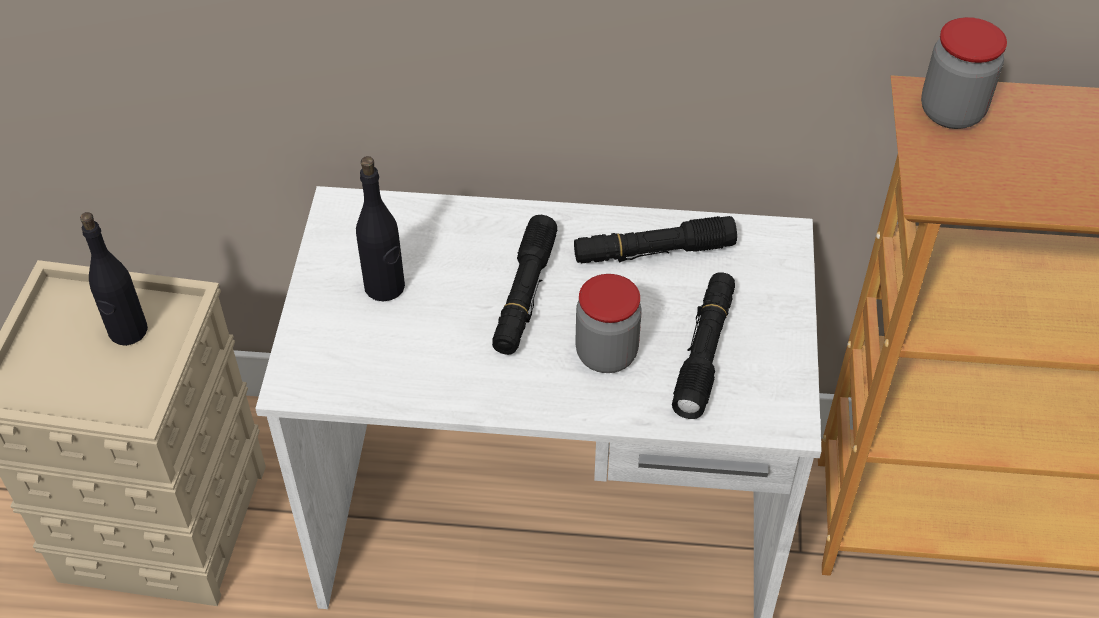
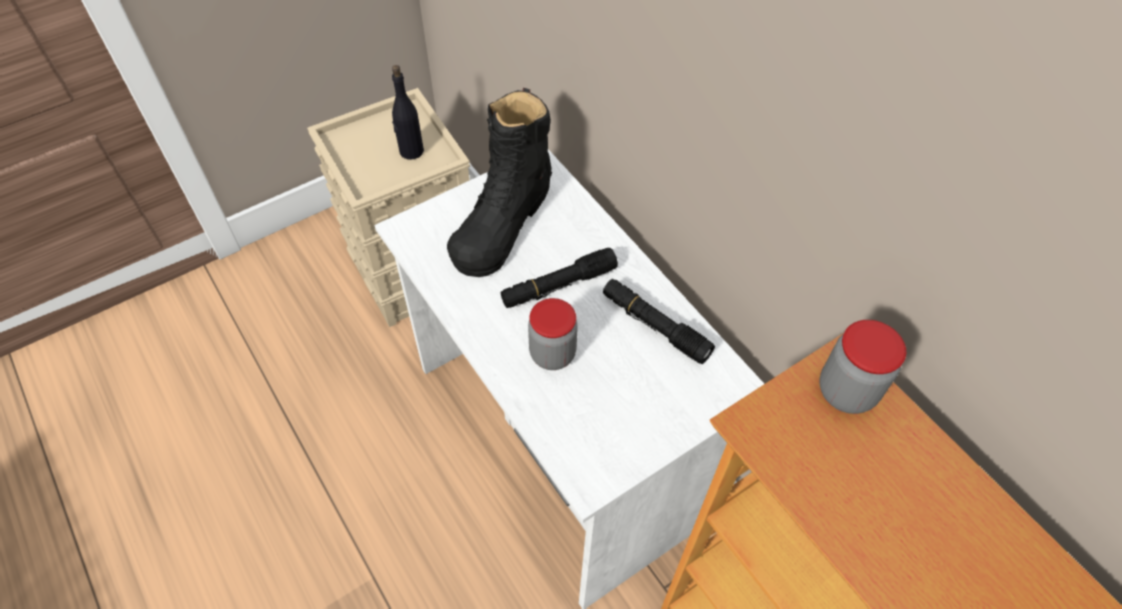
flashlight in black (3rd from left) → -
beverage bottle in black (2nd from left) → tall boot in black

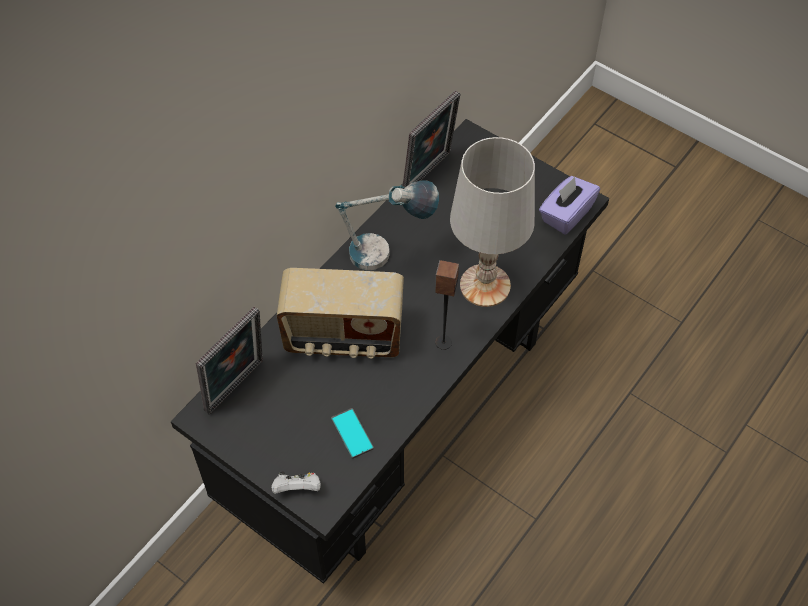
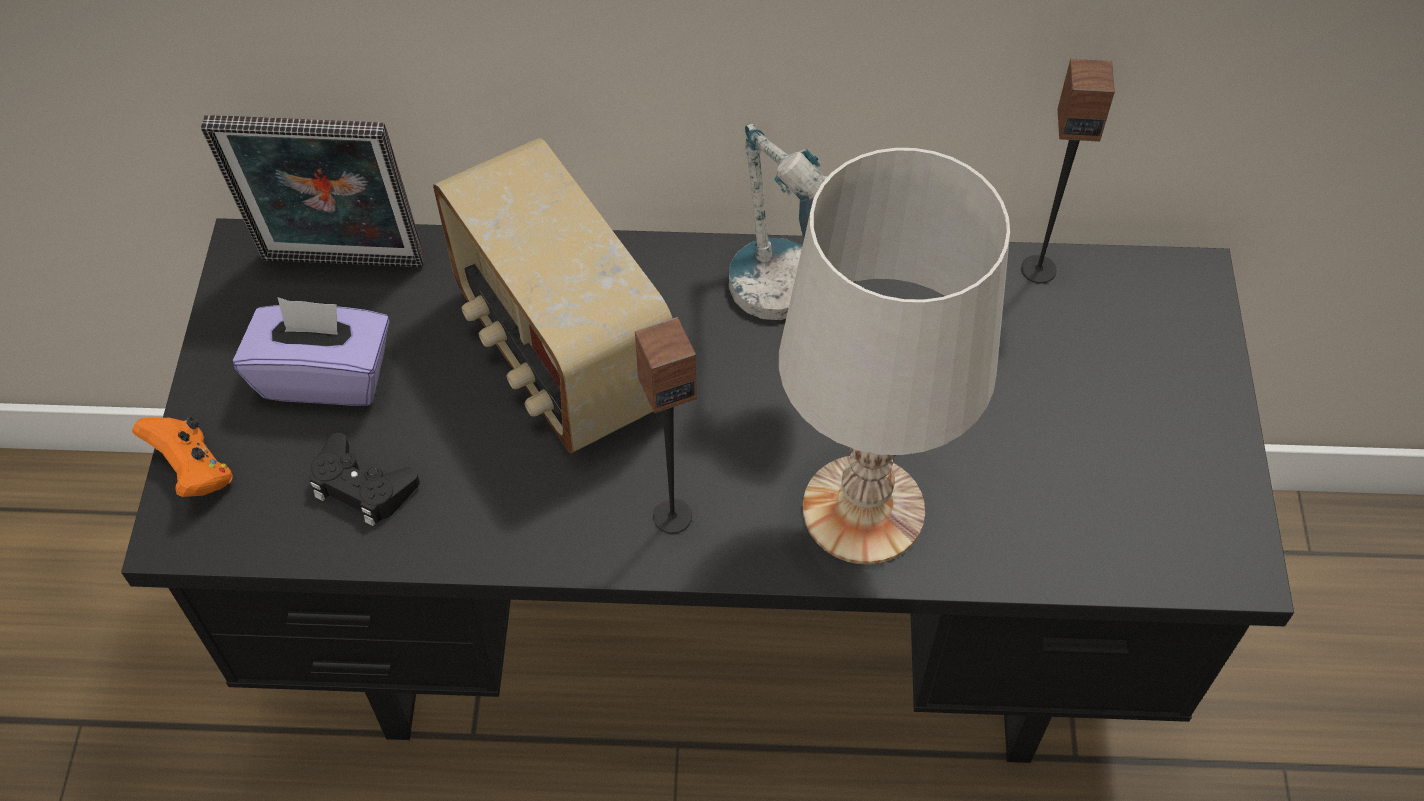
tissue box in purplish, move
phone → gamepad in black
standing frame (2nd from left) → audio speaker (2nd from left)
gamepad in white → gamepad in orange-coloured

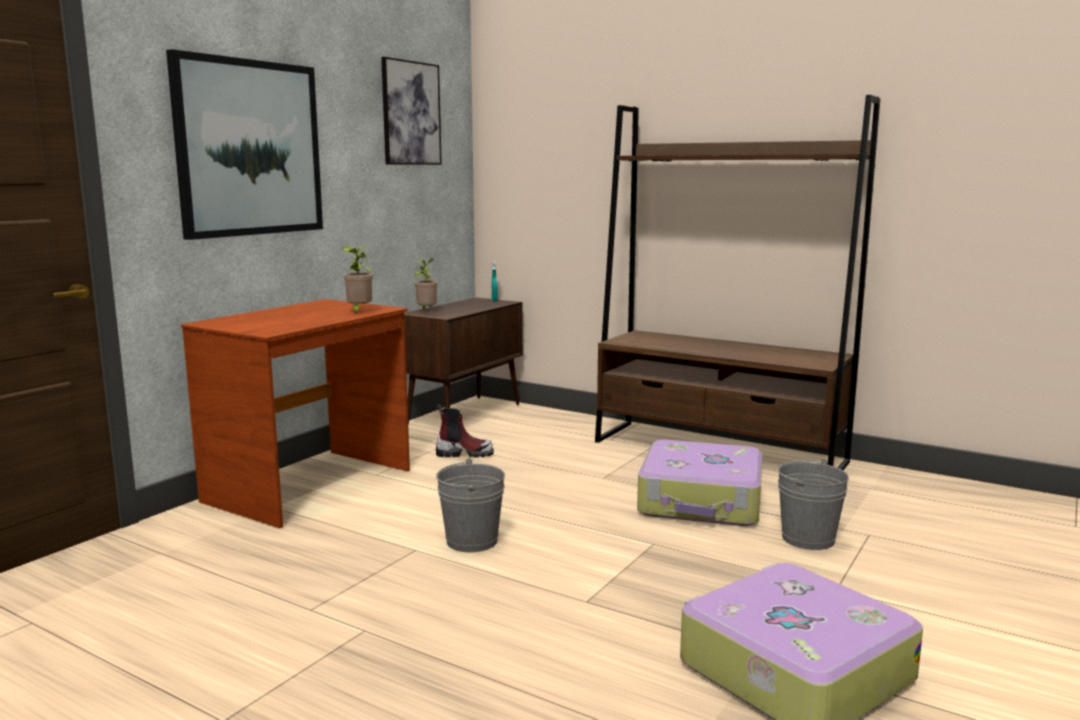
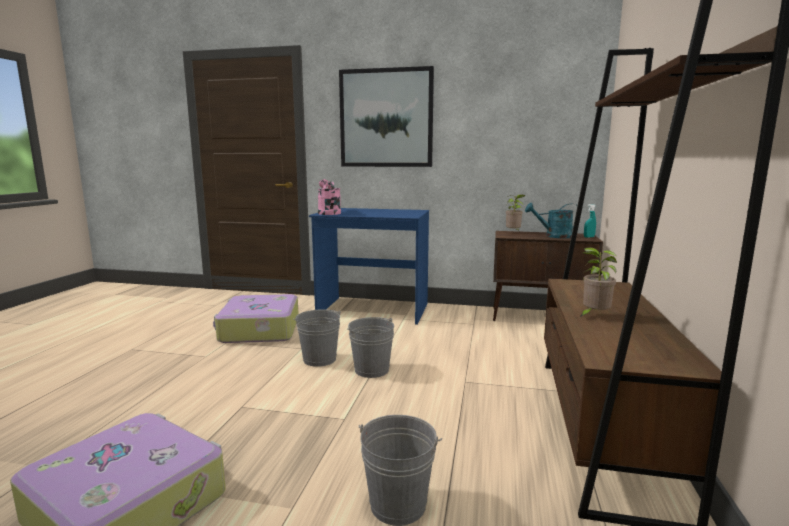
picture (2nd from left) → -
tall boot → -
- → sprinkling can in pink-coloured
- → water bucket in grey (2nd from left)
- → sprinkling can in turquoise-coloured
potted plant (1st from left in the first image) → potted plant (2nd from left), move
piece of luggage (1st from left in the first image) → piece of luggage (2nd from left), move
desk table in brown → desk table in blue-coloured

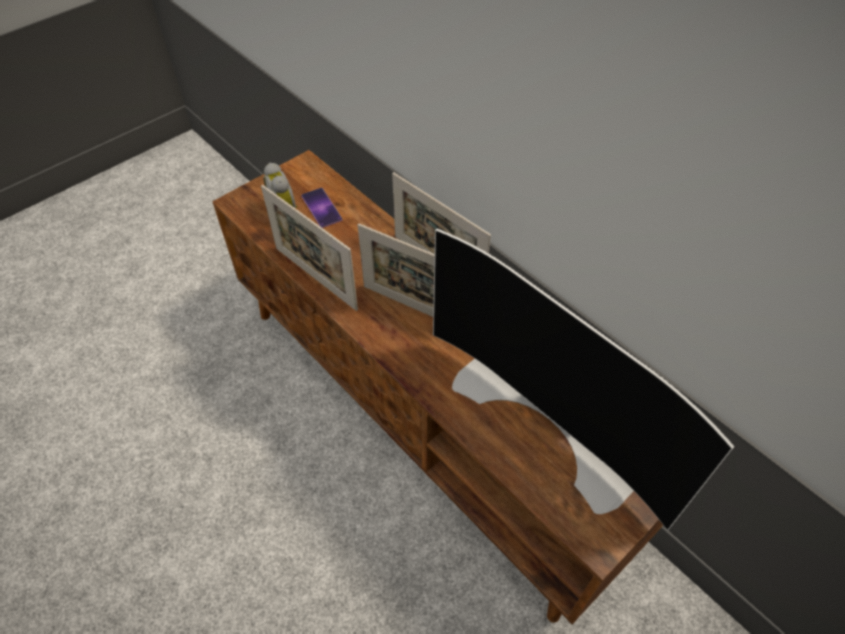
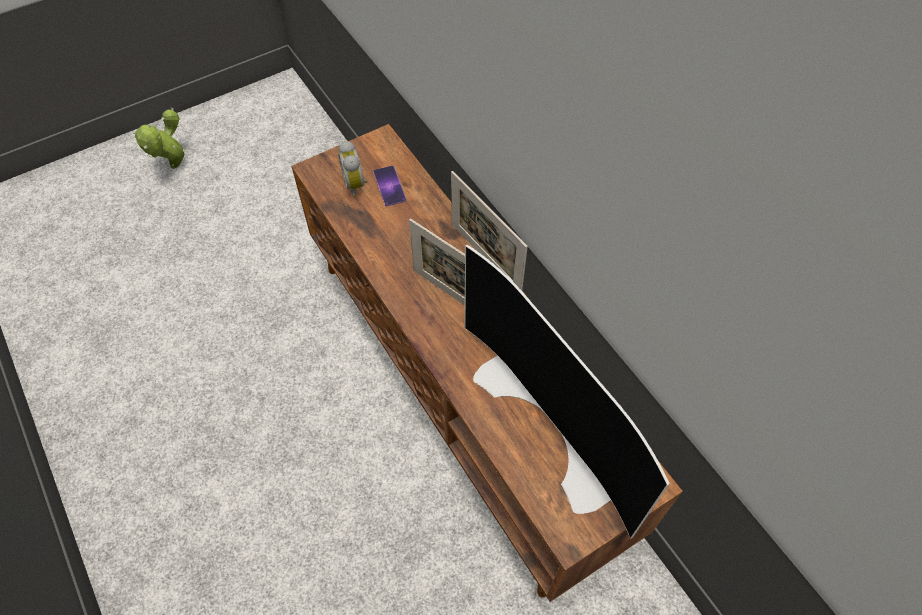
standing frame (1st from left) → -
- → potted plant

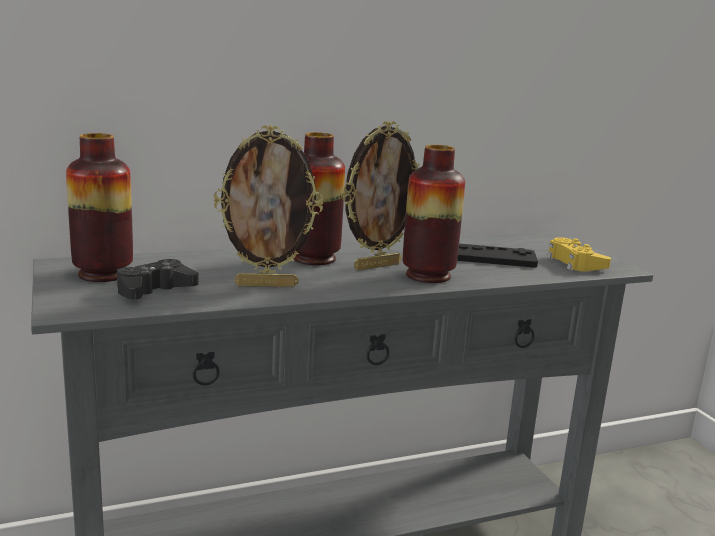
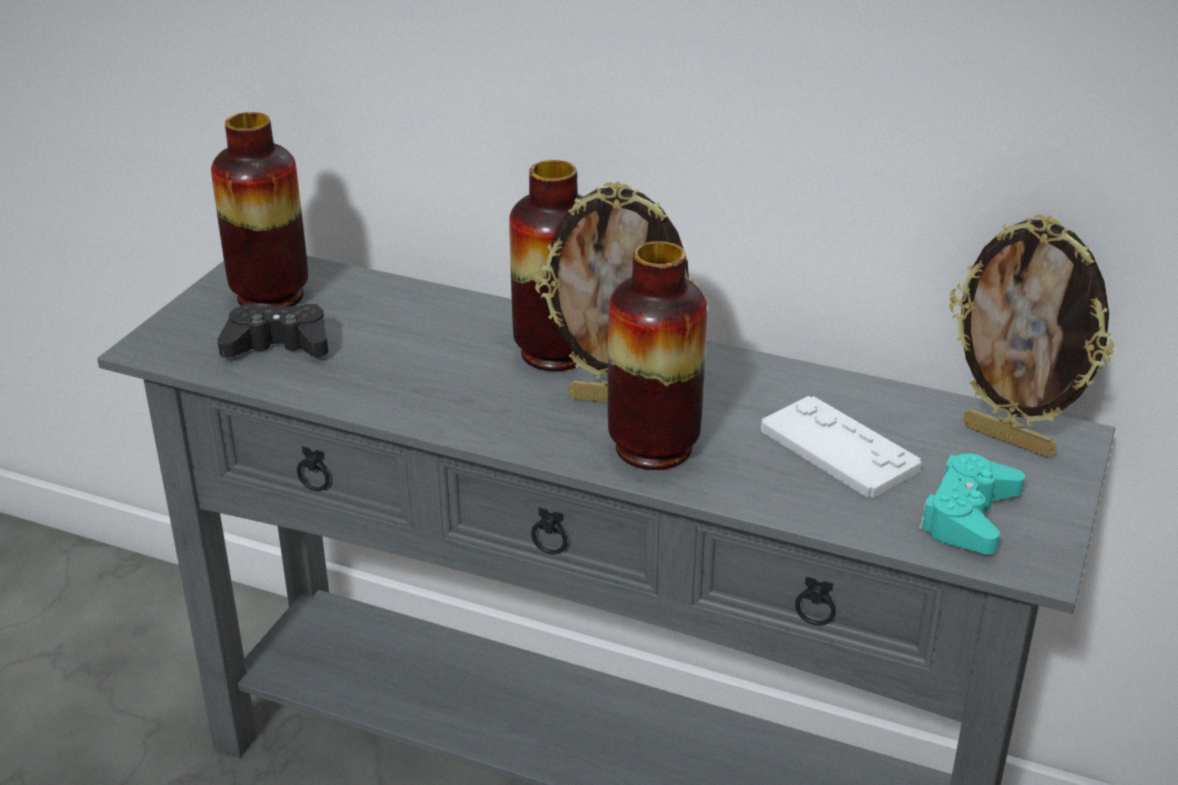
standing frame (1st from left in the first image) → standing frame (2nd from left), move
gamepad in black (2nd from left) → gamepad in white
gamepad in yellow-coloured → gamepad in turquoise-coloured

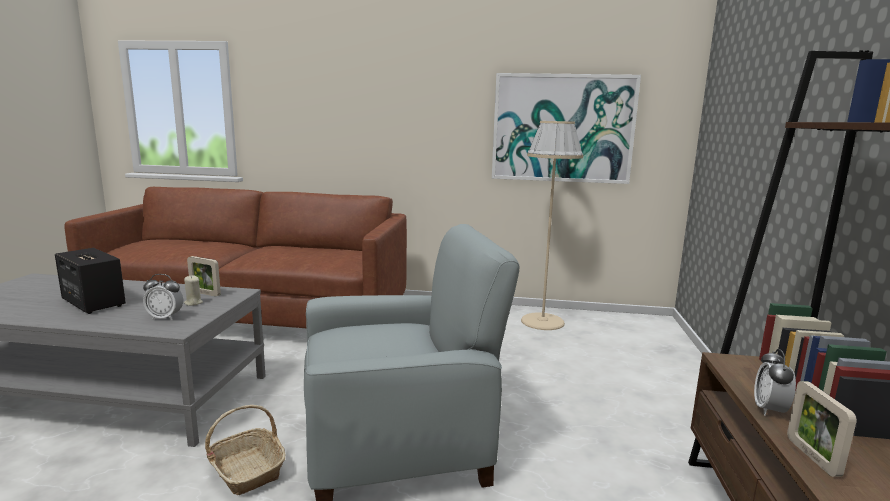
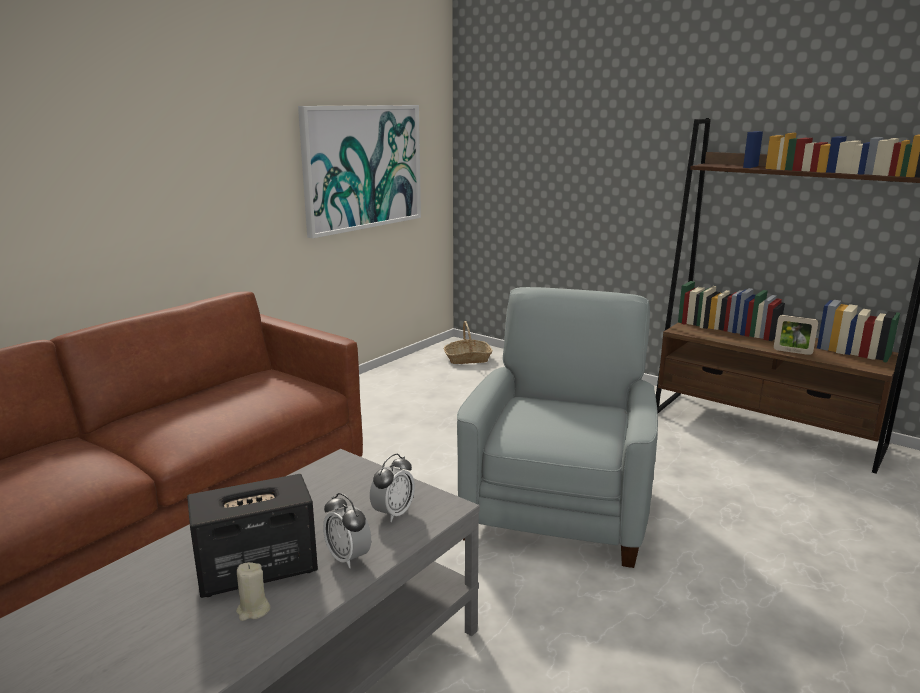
standing frame (1st from left) → -
standing lamp in beige → -
wax candle in beige, move
basket, move
table clock (2nd from left in the first image) → table clock (1st from left), move

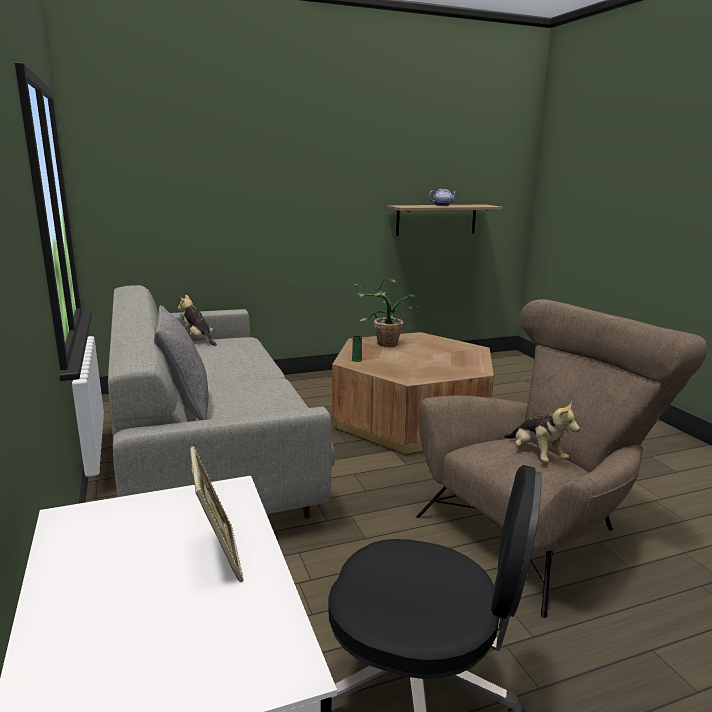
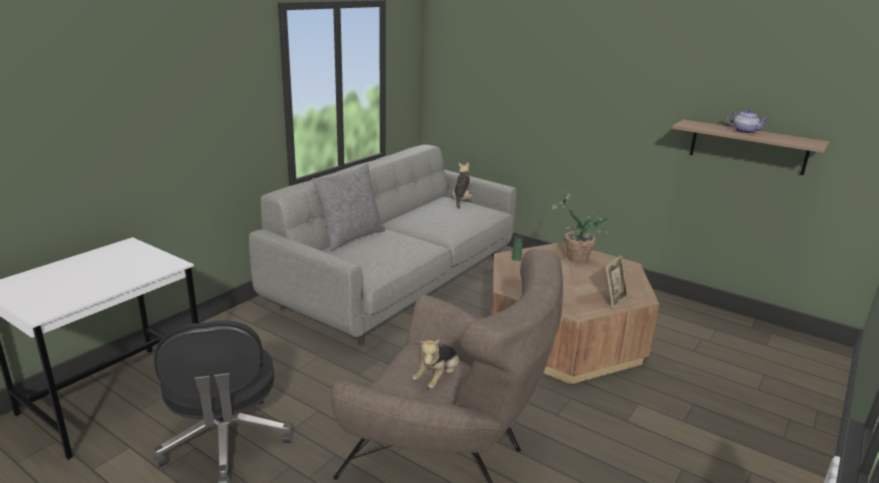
standing frame, move

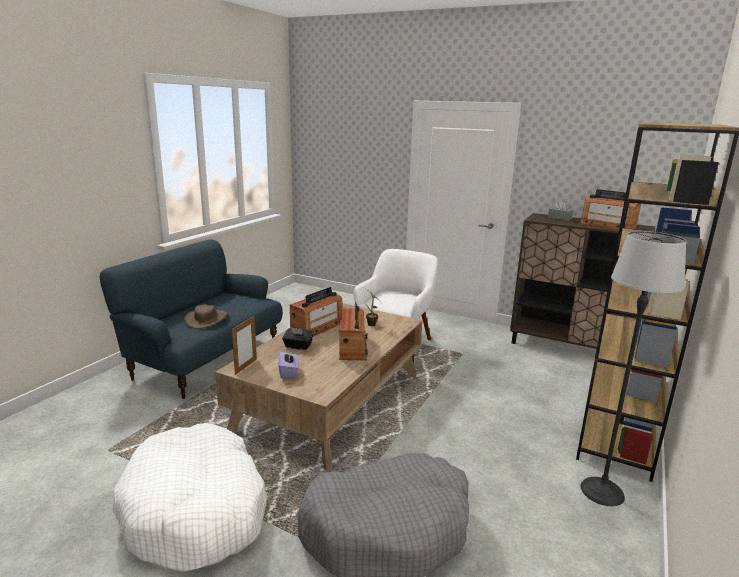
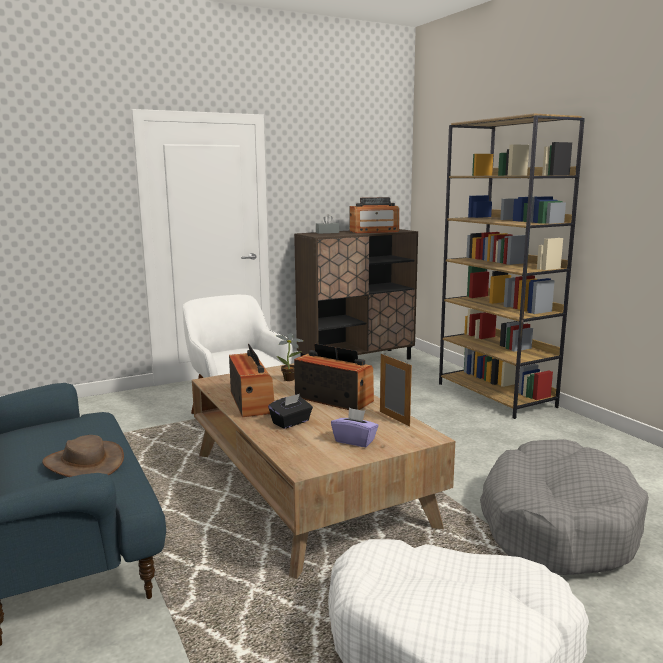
standing lamp → -
standing frame, move

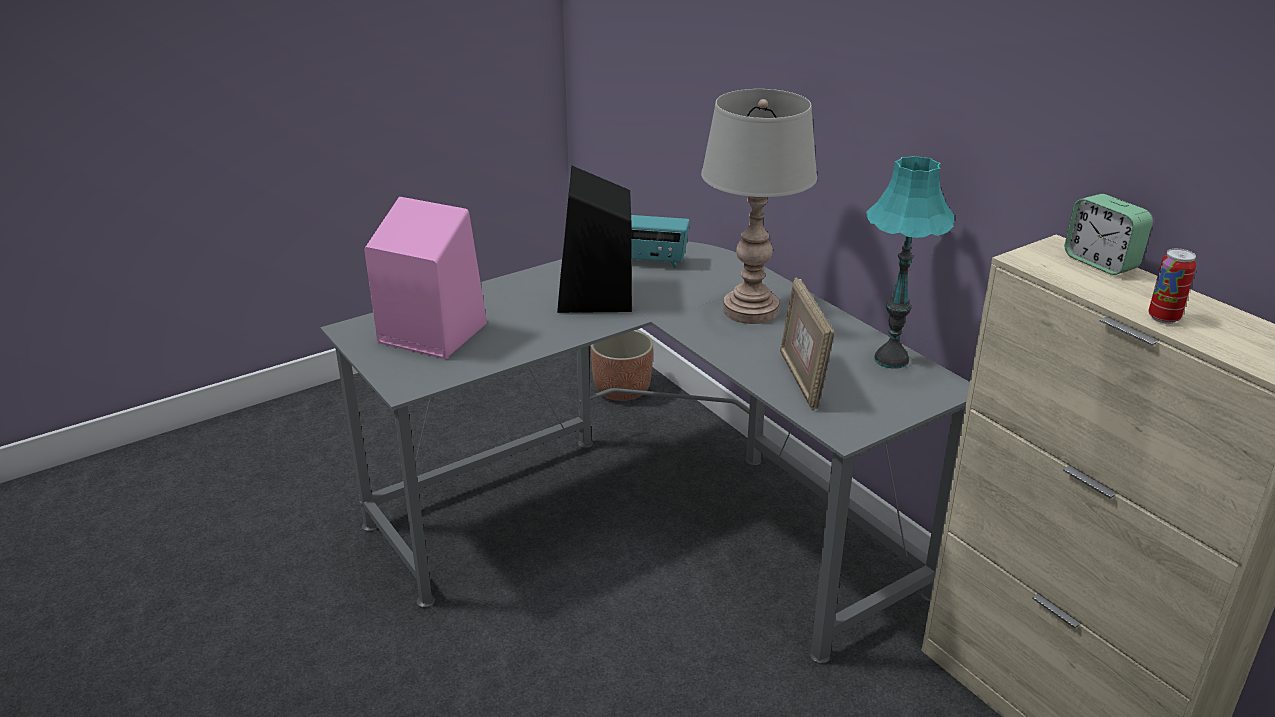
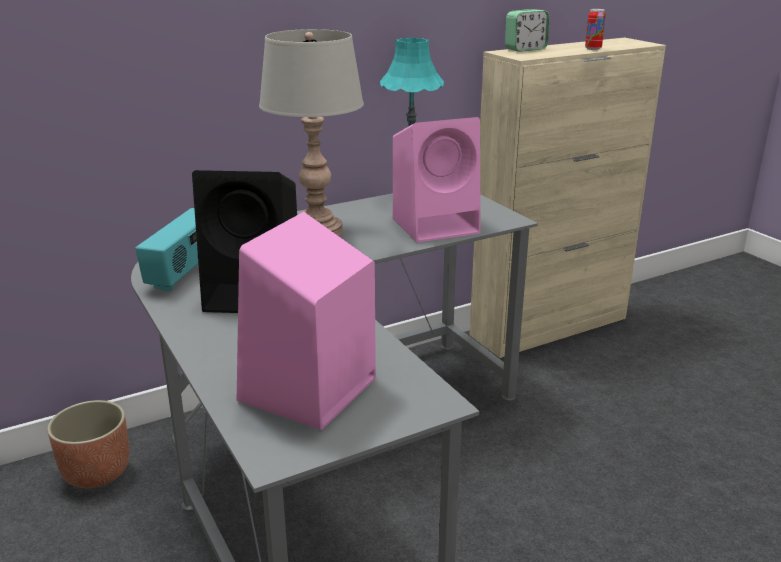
standing frame → audio speaker in pink-coloured (2nd from left)

